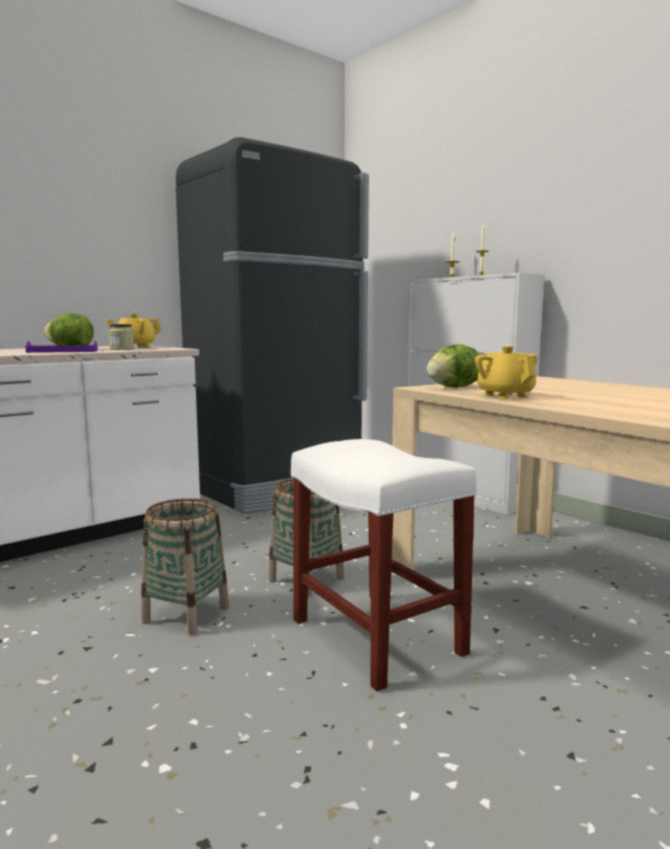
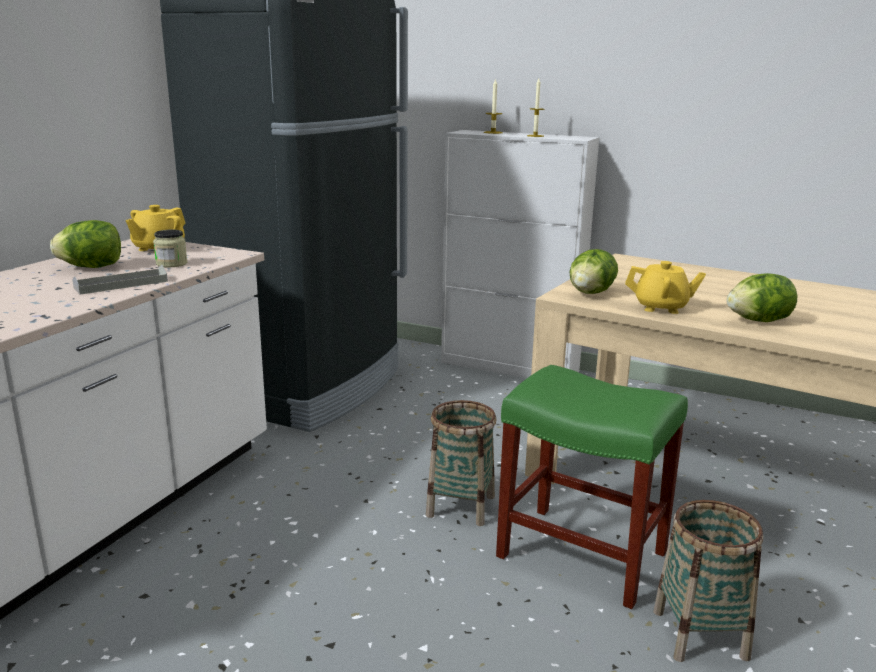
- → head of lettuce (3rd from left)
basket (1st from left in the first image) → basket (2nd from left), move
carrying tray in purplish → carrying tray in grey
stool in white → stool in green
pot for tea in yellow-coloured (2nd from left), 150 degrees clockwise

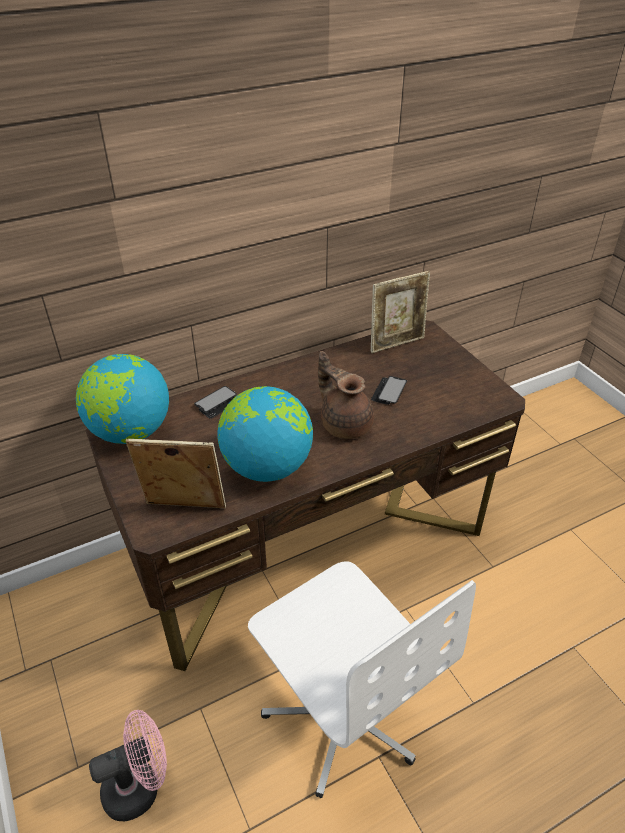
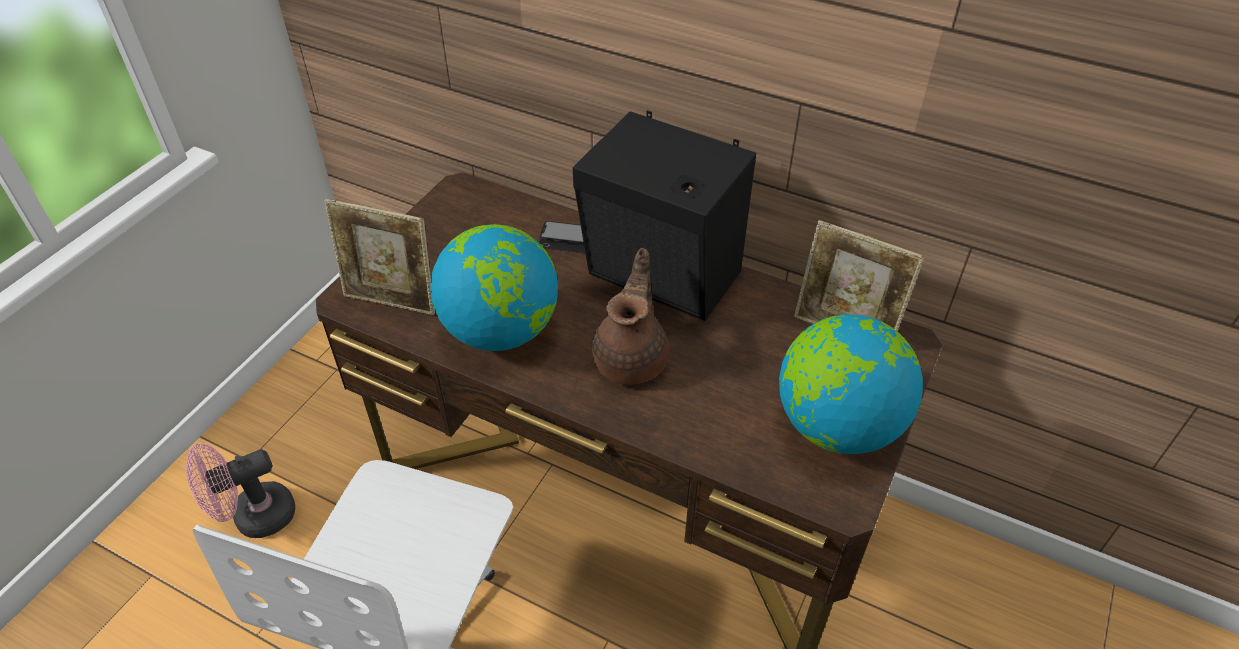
phone (2nd from left) → -
- → audio speaker in black
globe (1st from left in the first image) → globe (2nd from left), move
fan in pink-coloured, 120 degrees clockwise
standing frame (1st from left), 135 degrees clockwise

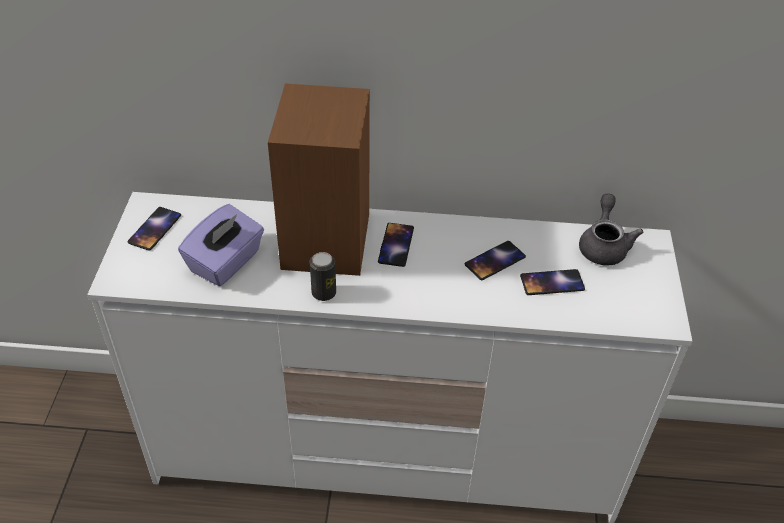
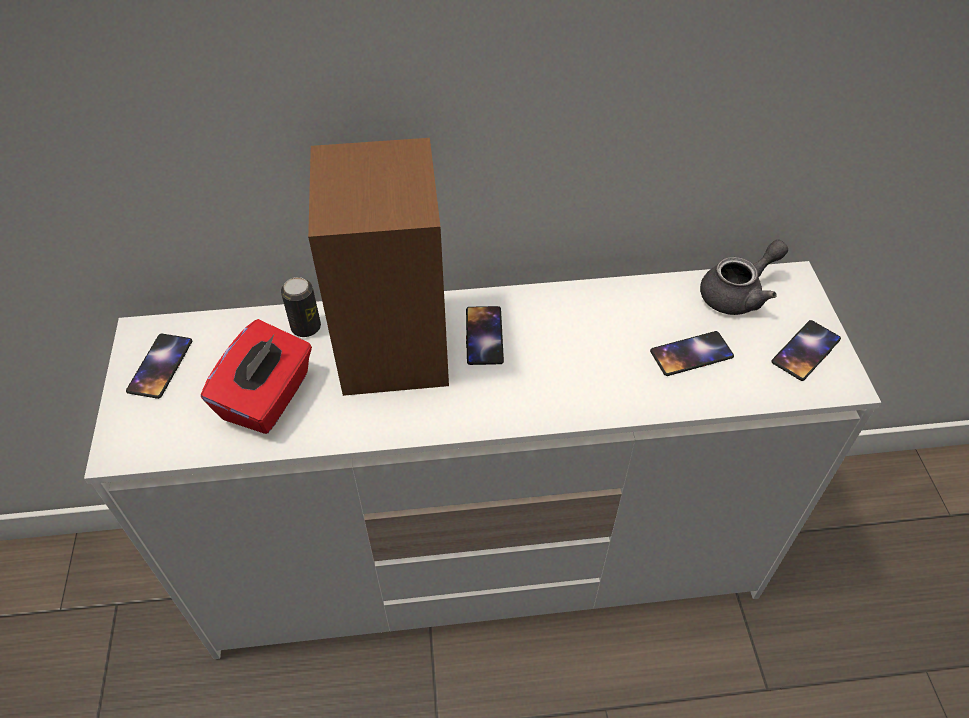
sealed can, move
phone (3rd from left in the first image) → phone (4th from left), move
tissue box in purplish → tissue box in red
pot for tea in grey, 60 degrees clockwise

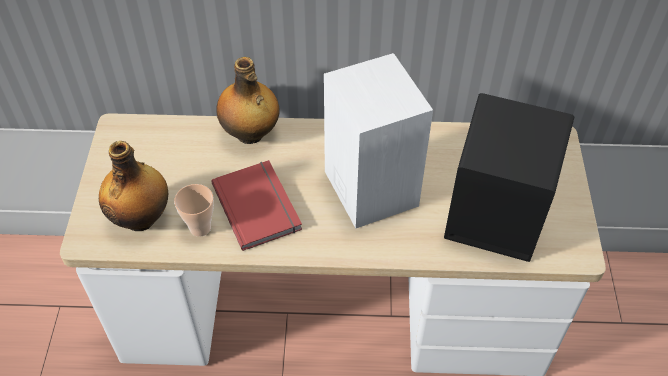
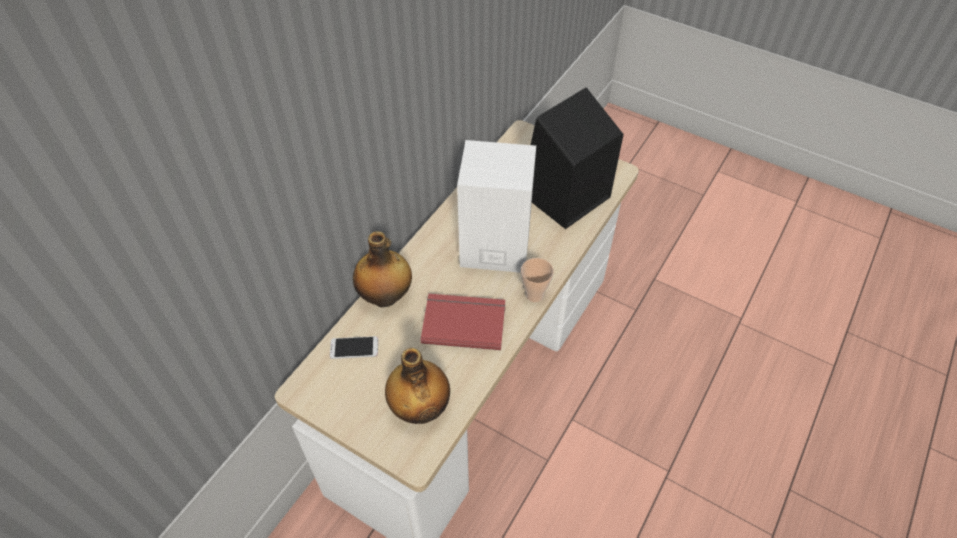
- → phone
cup, move

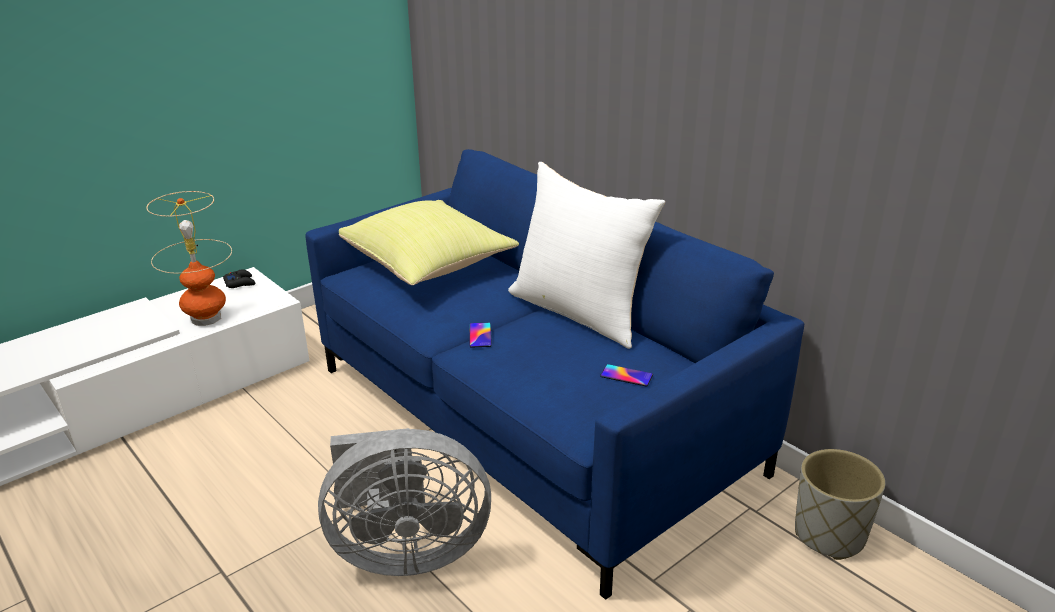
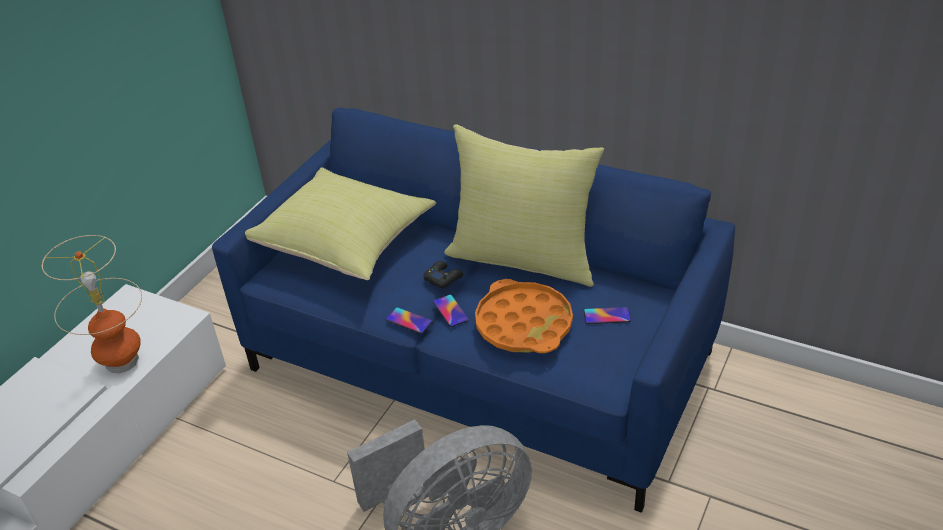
plant pot in grey → -
- → phone (1st from left)
- → carrying tray in orange-coloured
gamepad in black, move
throw pillow in white → throw pillow in yellow-coloured (2nd from left)

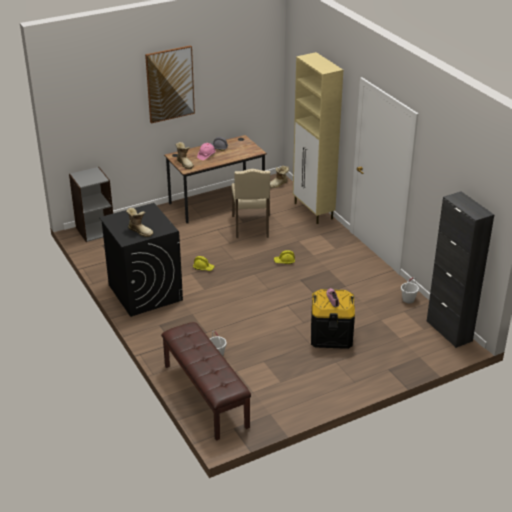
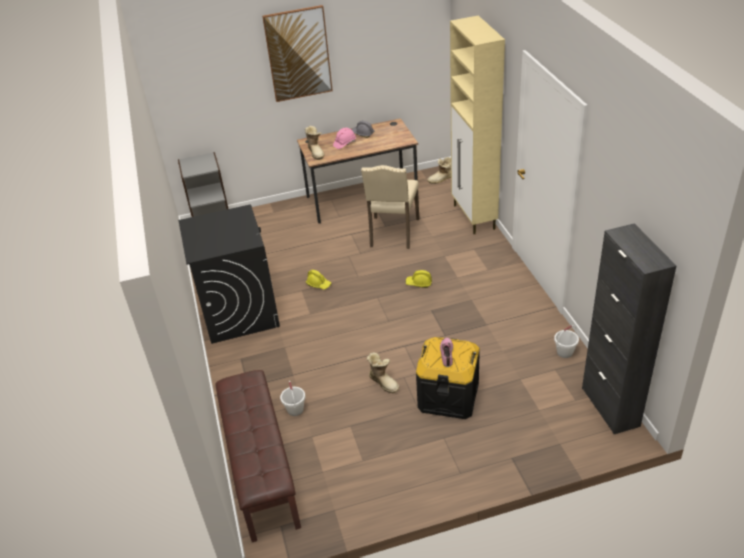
tall boot (1st from left in the first image) → tall boot (2nd from left), move

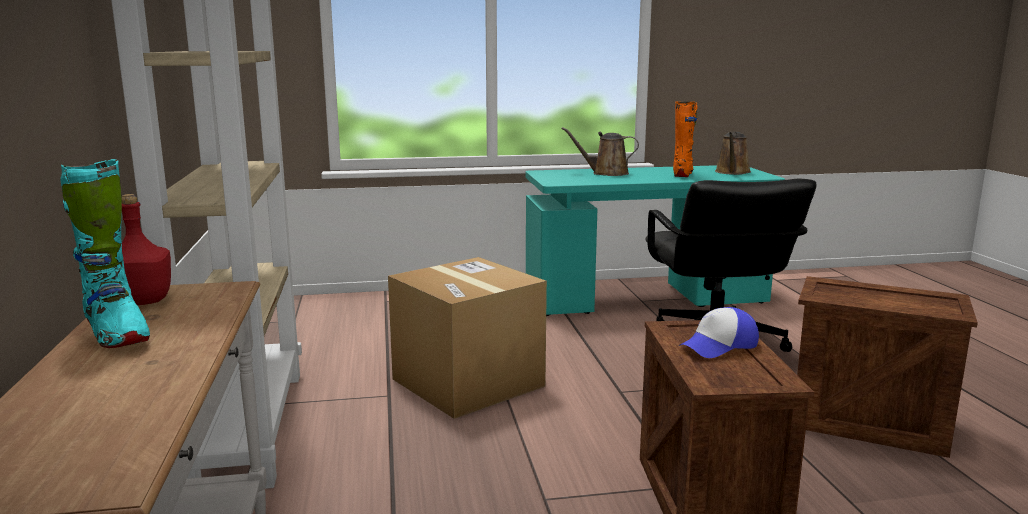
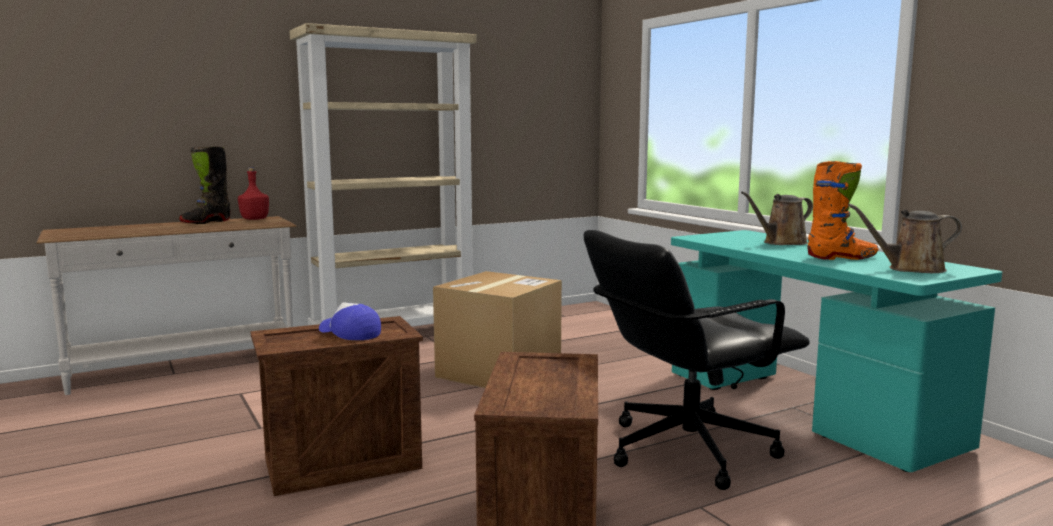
tall boot in turquoise-coloured → tall boot in black
sprinkling can in brown (1st from left), 105 degrees counterclockwise

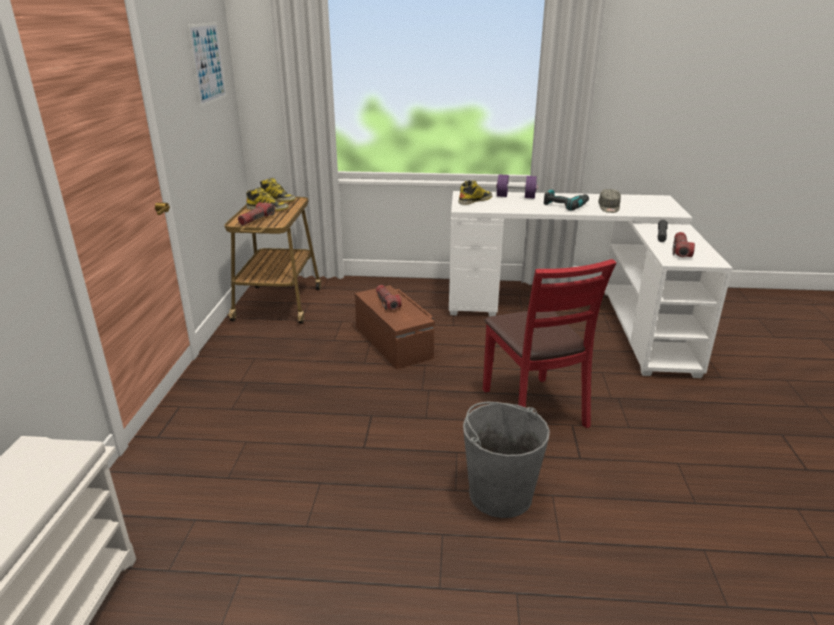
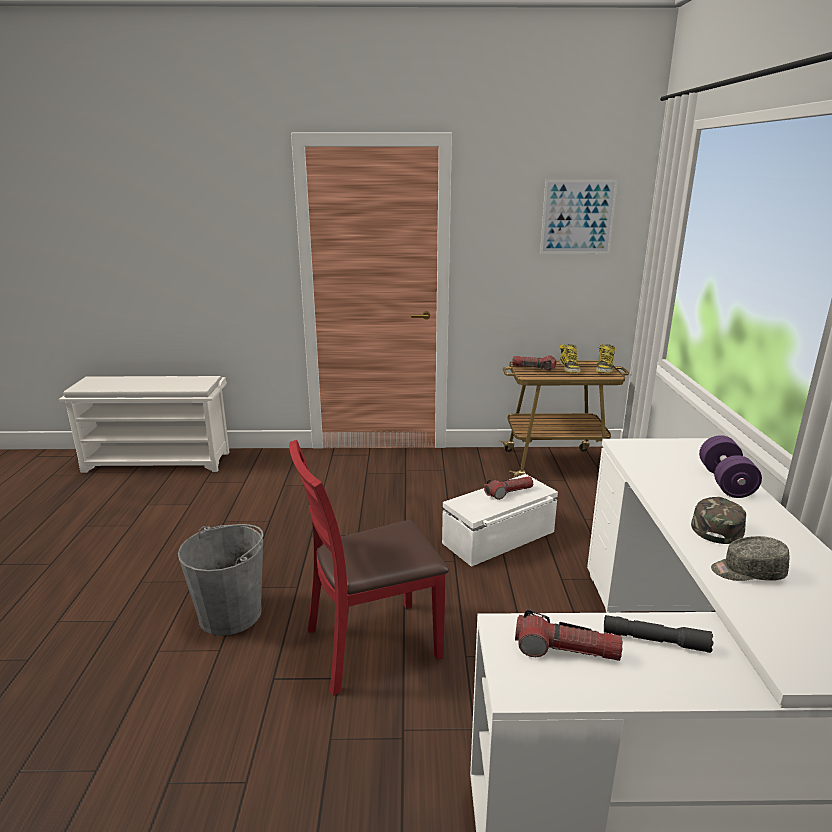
tall boot (3rd from left) → -
drill → cap in green
storage container in brown → storage container in white

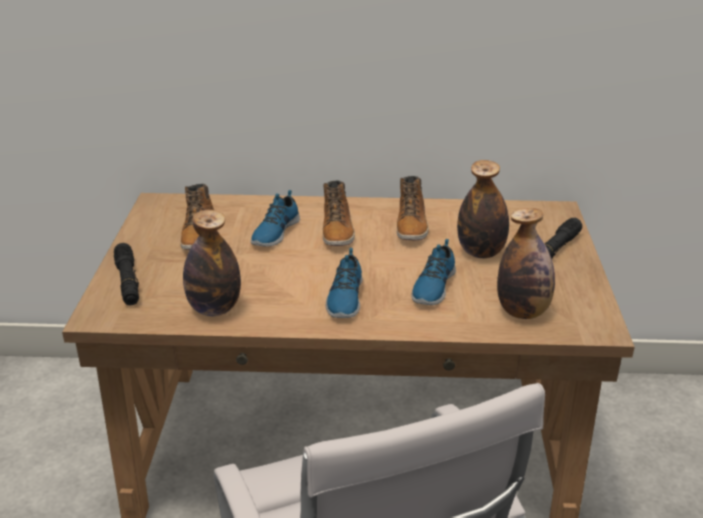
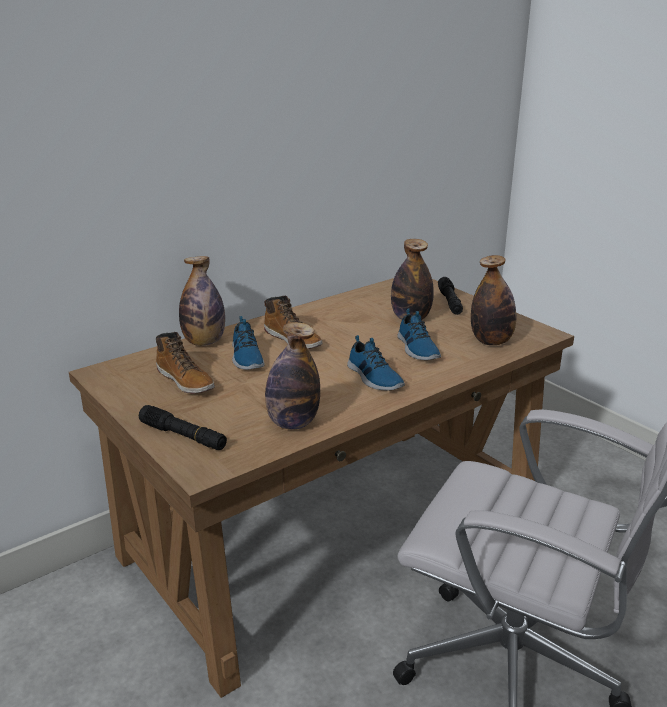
tall boot (3rd from left) → -
- → beverage bottle (1st from left)

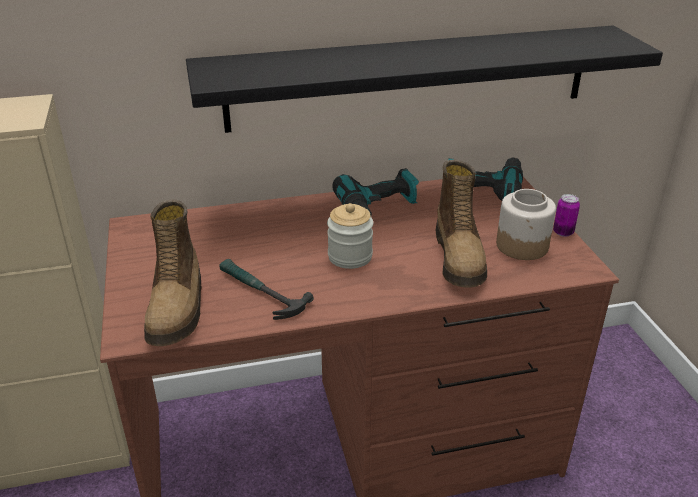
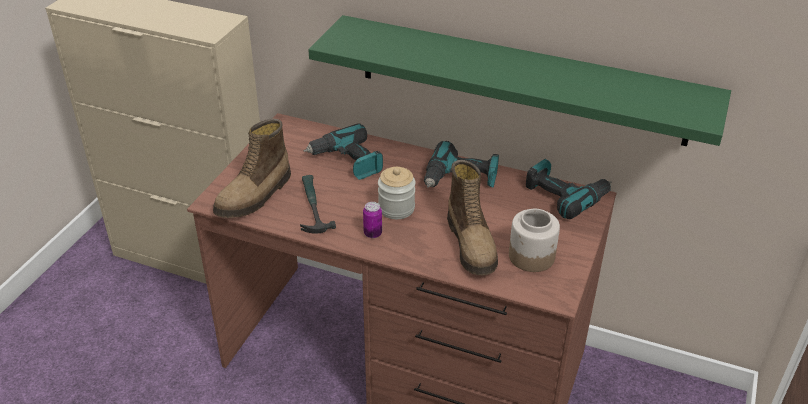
- → drill (1st from left)
sealed can, move
wall shelf in black → wall shelf in green
tall boot (2nd from left), 45 degrees counterclockwise

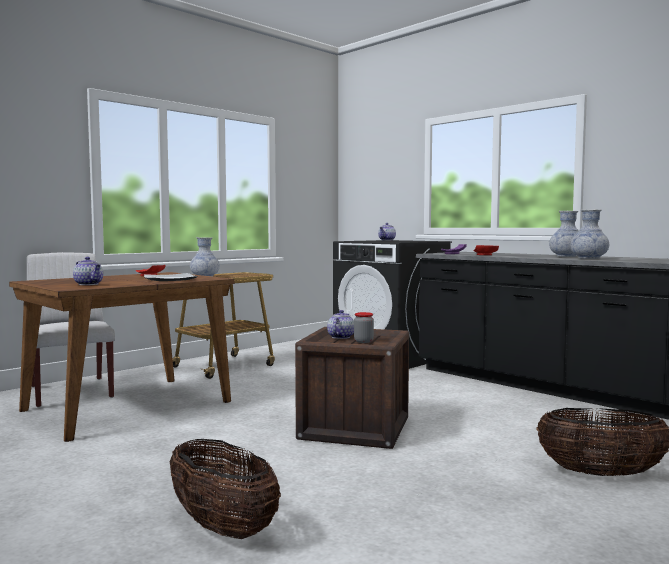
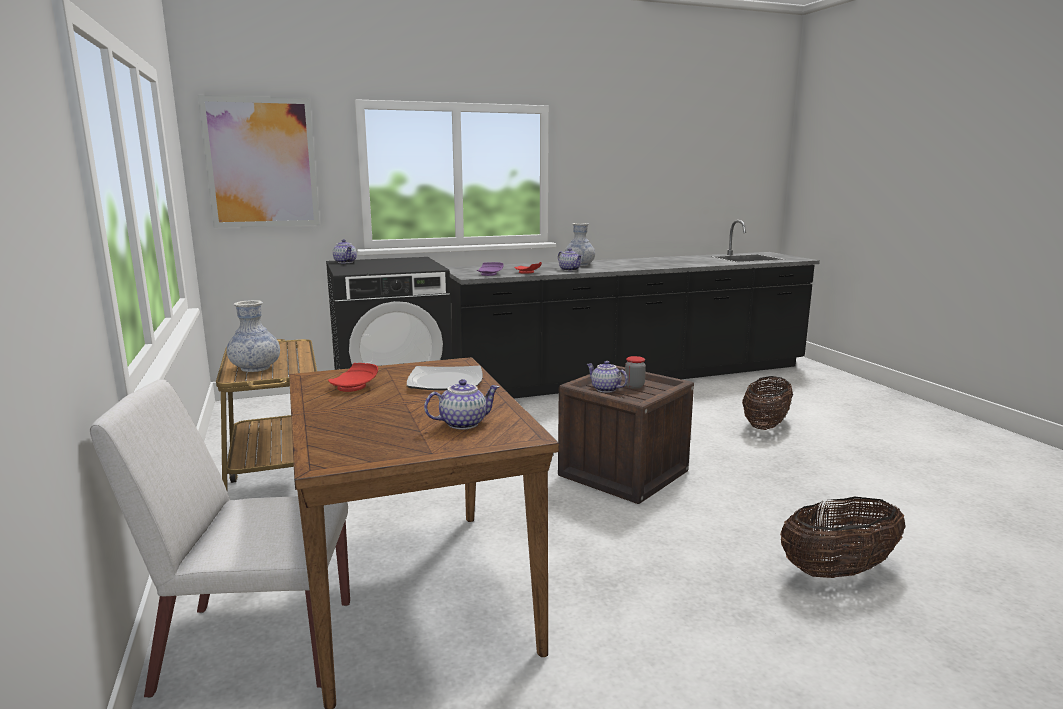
vase (3rd from left) → -
- → picture
- → pot for tea (3rd from left)

